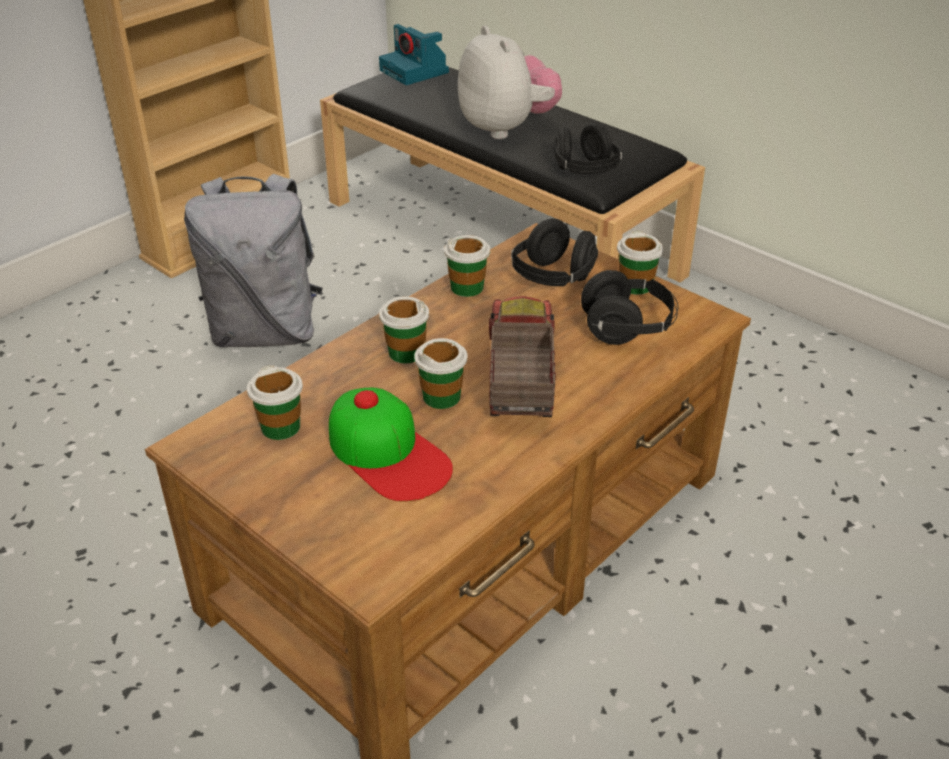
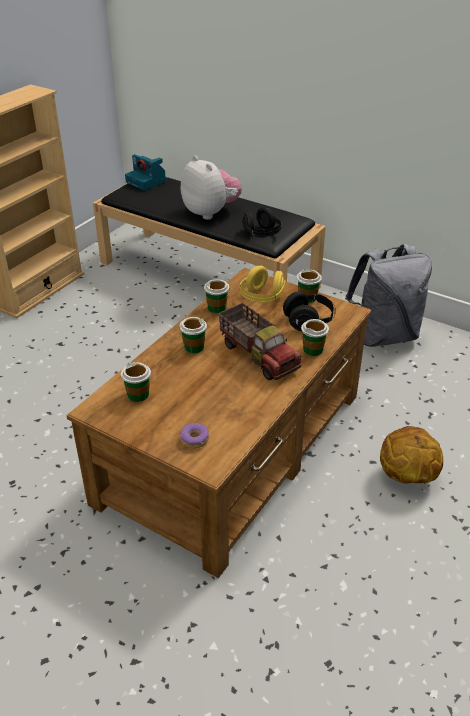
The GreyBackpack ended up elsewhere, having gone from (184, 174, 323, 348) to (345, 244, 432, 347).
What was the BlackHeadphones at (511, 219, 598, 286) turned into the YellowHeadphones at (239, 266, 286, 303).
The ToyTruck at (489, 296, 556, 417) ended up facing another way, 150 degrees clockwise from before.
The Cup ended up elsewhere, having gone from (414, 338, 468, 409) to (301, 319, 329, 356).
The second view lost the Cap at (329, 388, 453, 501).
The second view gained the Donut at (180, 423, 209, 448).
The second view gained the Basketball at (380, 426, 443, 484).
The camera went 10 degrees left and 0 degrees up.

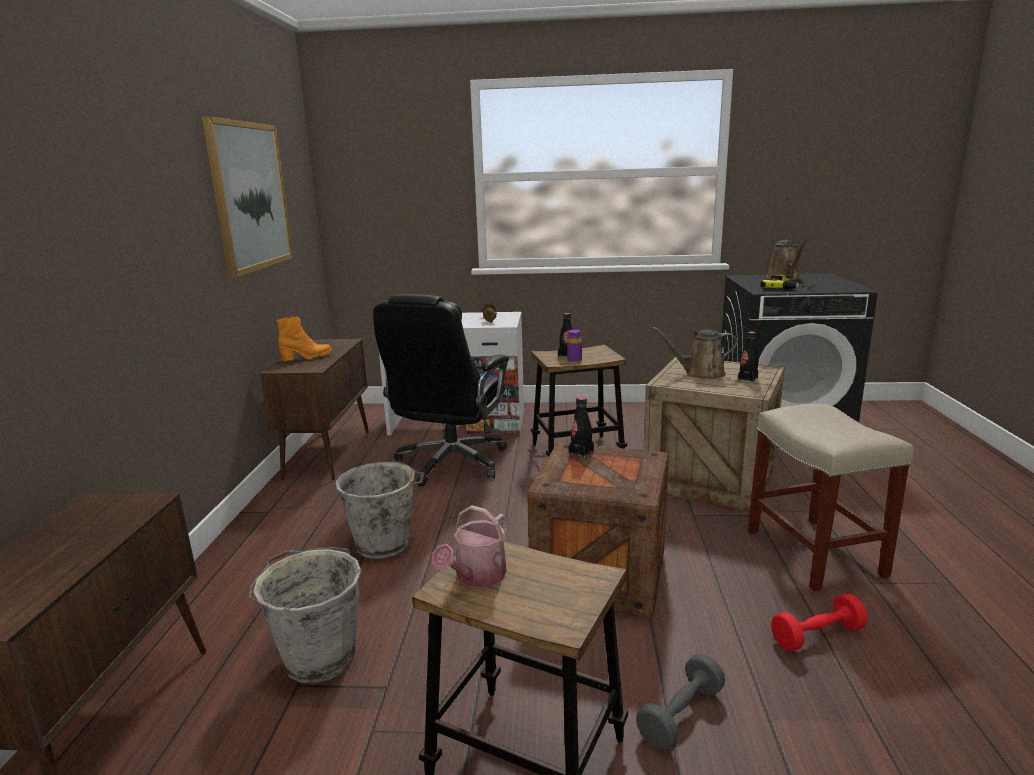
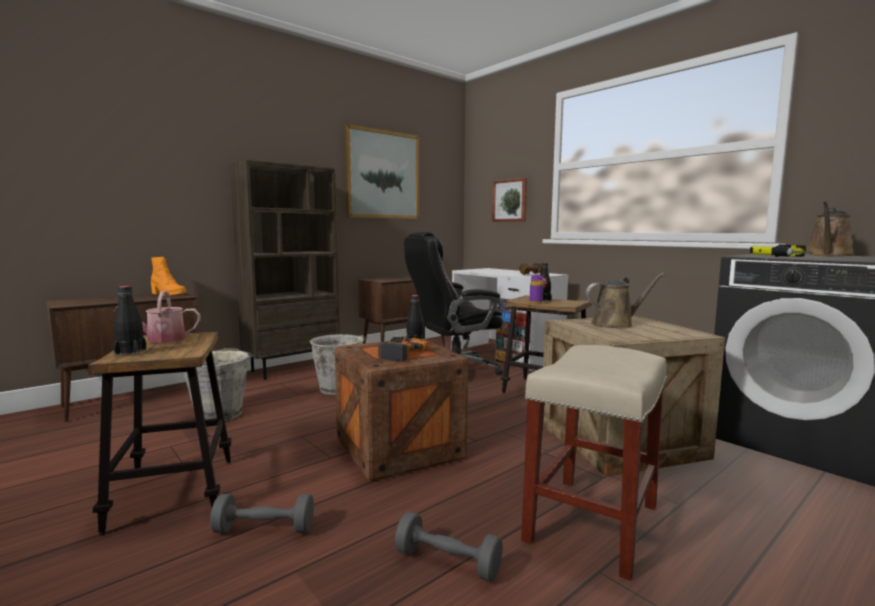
The OrangeBoot ended up elsewhere, having gone from (276, 317, 332, 361) to (151, 256, 186, 296).
The BrownWateringCan at (652, 327, 737, 379) ended up facing another way, 120 degrees clockwise from before.
The BlackBottle ended up elsewhere, having gone from (738, 331, 759, 382) to (113, 286, 146, 356).
What was the RedDumbbell at (771, 594, 867, 652) turned into the GreyDumbbell at (395, 511, 503, 582).
The second view gained the BrownBookcase at (230, 159, 340, 380).
The second view gained the Picture at (492, 178, 527, 222).
The second view gained the PowerDrill at (378, 337, 430, 361).
The camera went 45 degrees right and 10 degrees down.

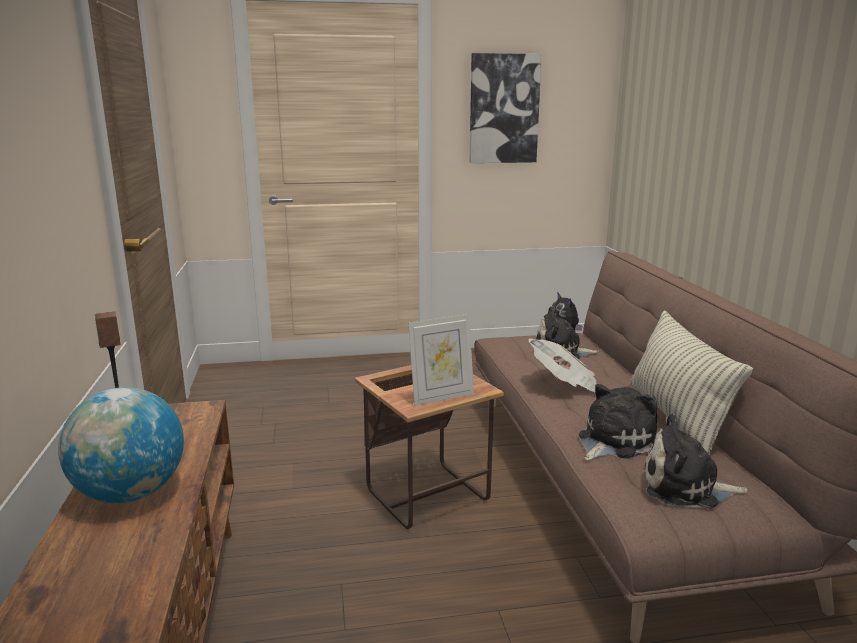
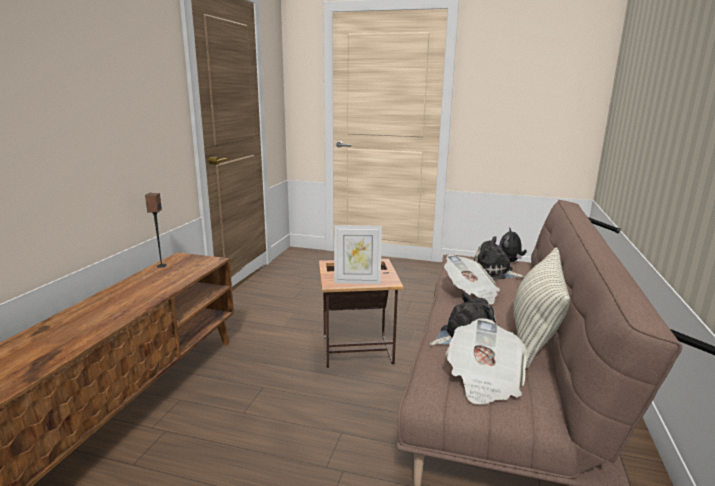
The second view lost the Picture at (469, 53, 542, 163).
The second view lost the Globe at (58, 387, 184, 503).
Where the PlushToy stood at (645, 414, 748, 508), the Newspaper came to stand at (446, 318, 527, 404).
The camera went 25 degrees right and 0 degrees up.

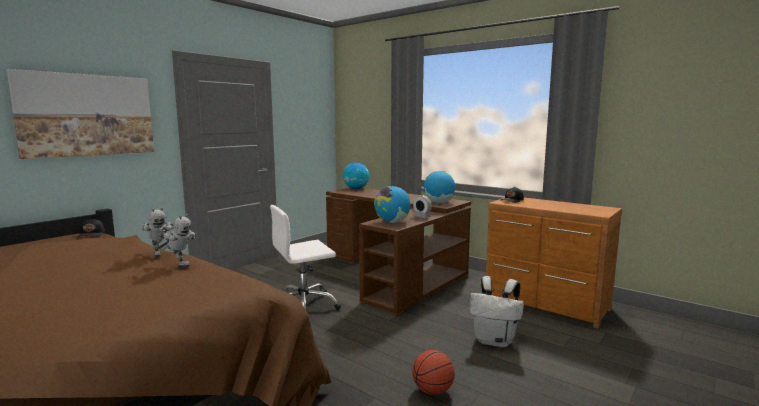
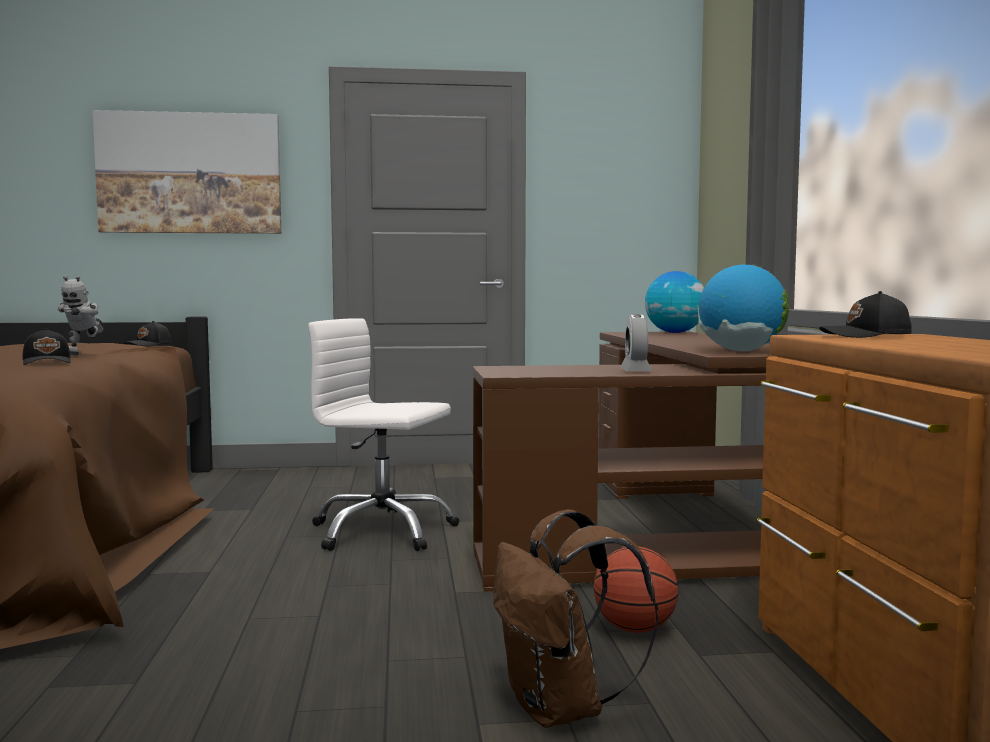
The second view lost the Globe at (374, 186, 411, 223).
Where the ToyRobot stood at (158, 214, 195, 268), the BlackCap came to stand at (22, 328, 71, 365).
What was the WhiteBackpack at (469, 276, 524, 347) turned into the BrownBackpack at (493, 509, 658, 728).
The Basketball ended up elsewhere, having gone from (412, 350, 455, 395) to (594, 546, 679, 633).
The camera went 45 degrees right and 5 degrees down.

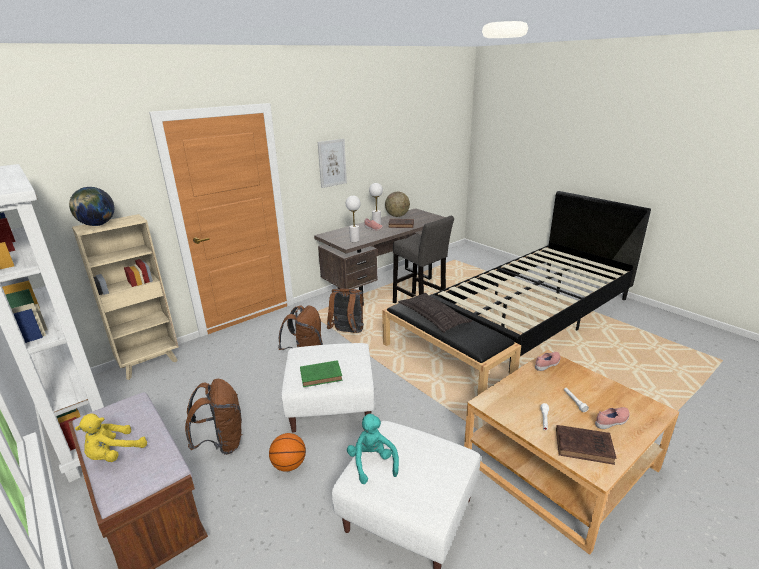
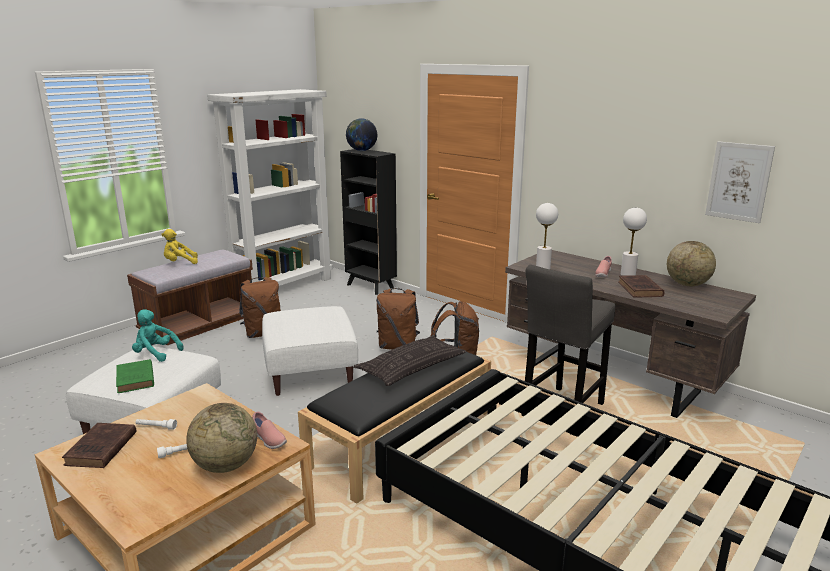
The Picture ended up elsewhere, having gone from (318, 139, 347, 188) to (705, 141, 775, 223).
What was the BeigeBookcase at (72, 214, 179, 380) turned into the BlackBookcase at (340, 149, 397, 295).
The GreenBook ended up elsewhere, having gone from (300, 360, 343, 387) to (116, 359, 154, 393).
The second view lost the PinkShoe at (595, 407, 630, 429).
The YellowPlushToy at (75, 413, 147, 462) ended up facing another way, 45 degrees counterclockwise from before.
The TurquoisePlushToy at (347, 413, 399, 484) ended up facing another way, 135 degrees counterclockwise from before.
The second view lost the Basketball at (269, 433, 306, 472).
The second view gained the Globe at (186, 403, 257, 473).
The camera went 80 degrees right and 5 degrees down.

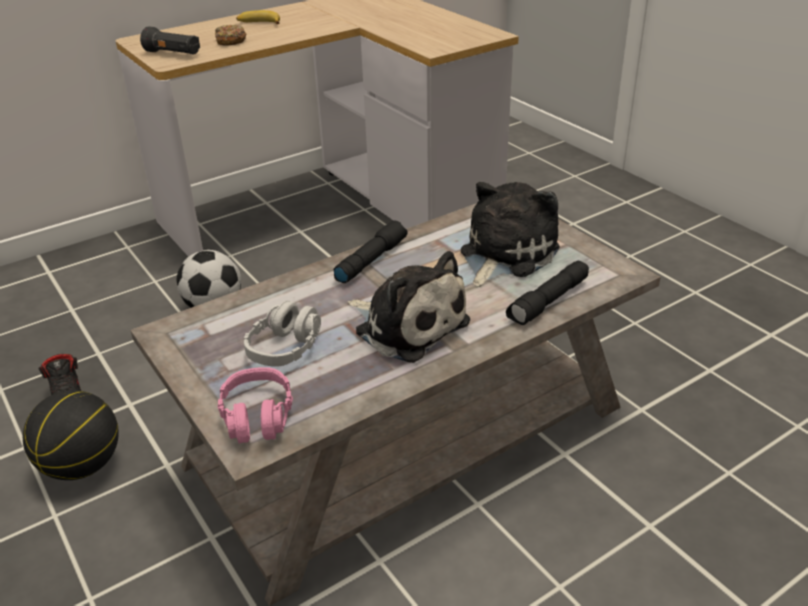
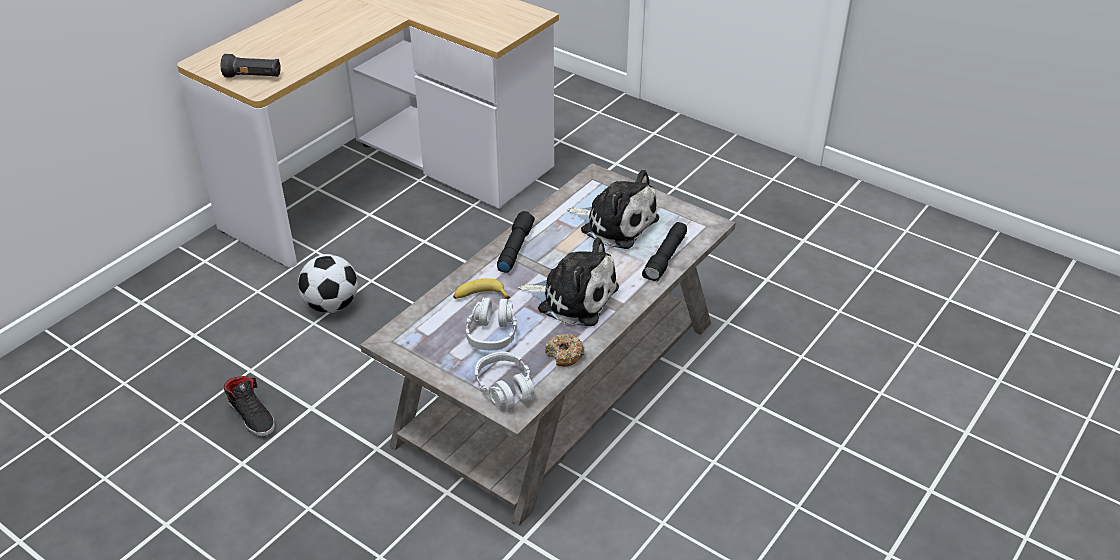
The Banana ended up elsewhere, having gone from (236, 10, 280, 24) to (453, 278, 510, 299).
The Donut ended up elsewhere, having gone from (215, 25, 247, 46) to (545, 334, 584, 367).
The PlushToy at (461, 182, 560, 287) ended up facing another way, 105 degrees clockwise from before.
What was the PinkHeadphones at (217, 367, 293, 444) turned into the GreyHeadphones at (475, 351, 534, 409).
The second view lost the Basketball at (23, 390, 119, 480).
The camera went 20 degrees left and 5 degrees up.

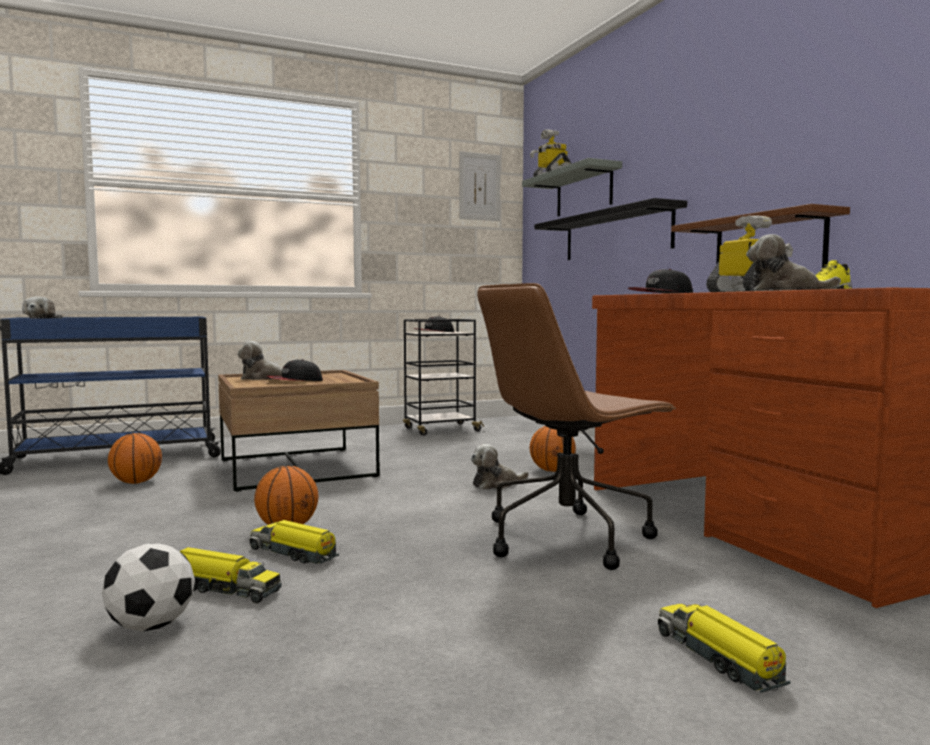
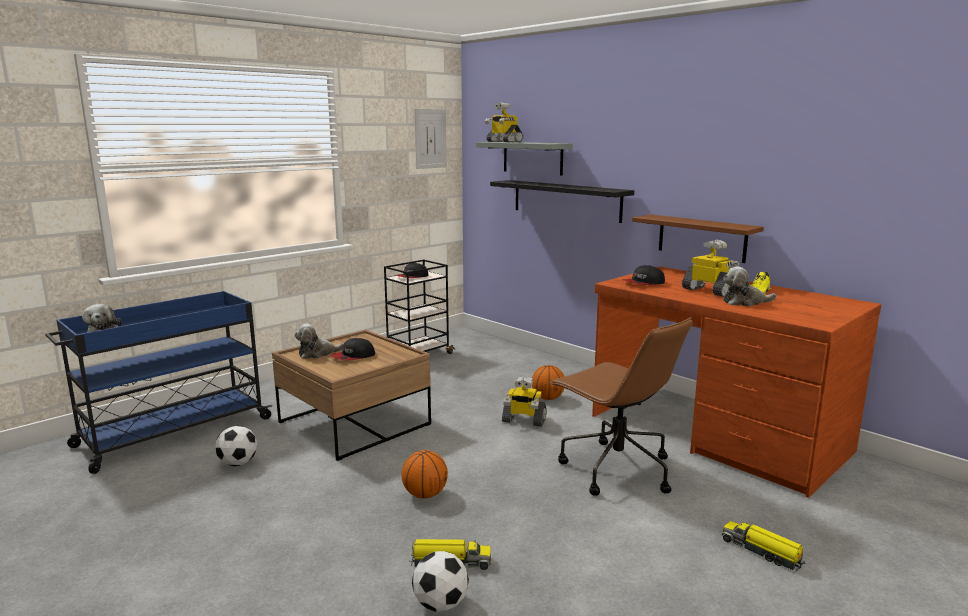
The BrownOfficeChair at (477, 283, 676, 570) ended up facing another way, 75 degrees counterclockwise from before.
Where the Basketball stood at (108, 433, 162, 484), the Football came to stand at (215, 426, 257, 466).
Where the PlushToy stood at (471, 444, 529, 490), the ToyRobot came to stand at (502, 376, 547, 427).
The second view lost the ToyTruck at (250, 520, 339, 564).
The camera went 20 degrees left and 10 degrees up.

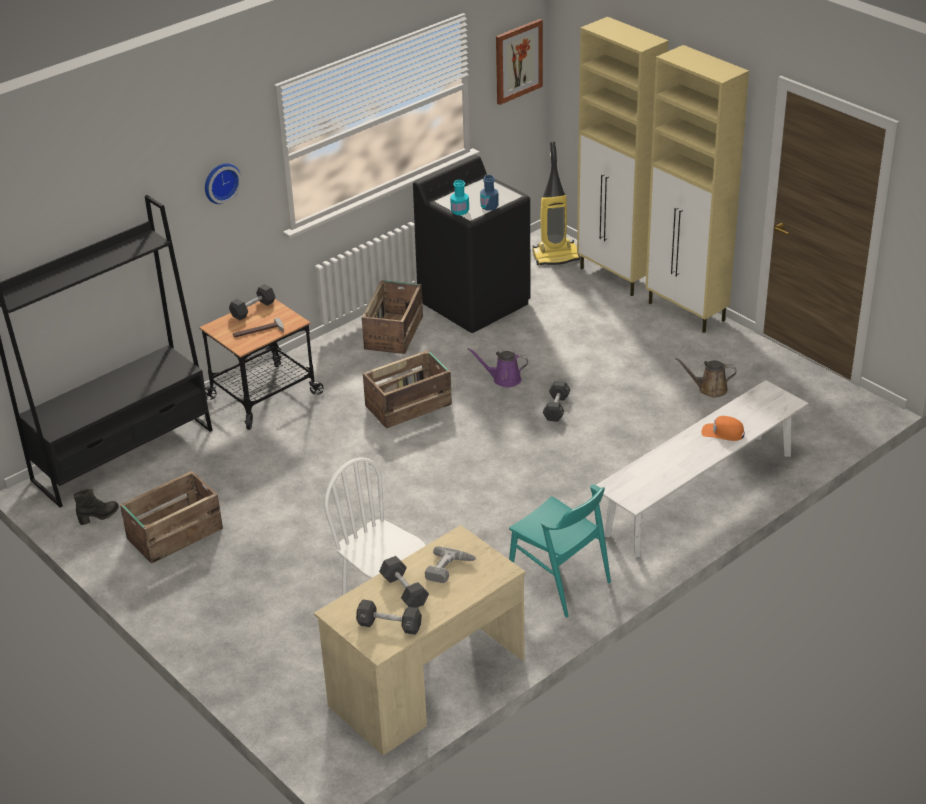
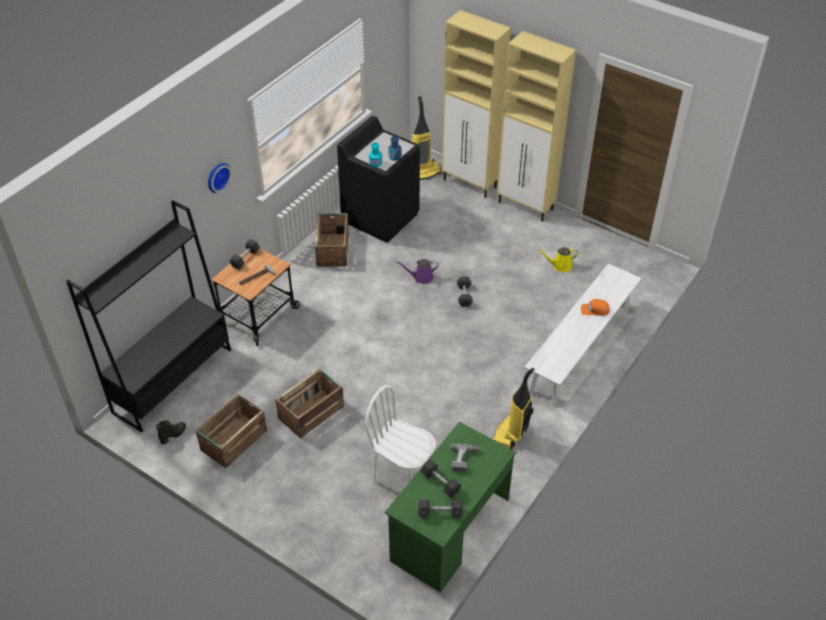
The second view lost the Picture at (496, 19, 543, 105).
The Crate ended up elsewhere, having gone from (363, 350, 452, 429) to (275, 368, 344, 439).
What was the BrownWateringCan at (675, 357, 737, 397) turned into the YellowWateringCan at (538, 247, 579, 272).
Where the TurquoiseChair stood at (509, 484, 611, 617), the VacuumCleaner came to stand at (493, 368, 535, 450).
What was the BeigeDesk at (314, 525, 525, 756) turned into the GreenDesk at (385, 422, 516, 592).
The camera went 15 degrees left and 10 degrees up.

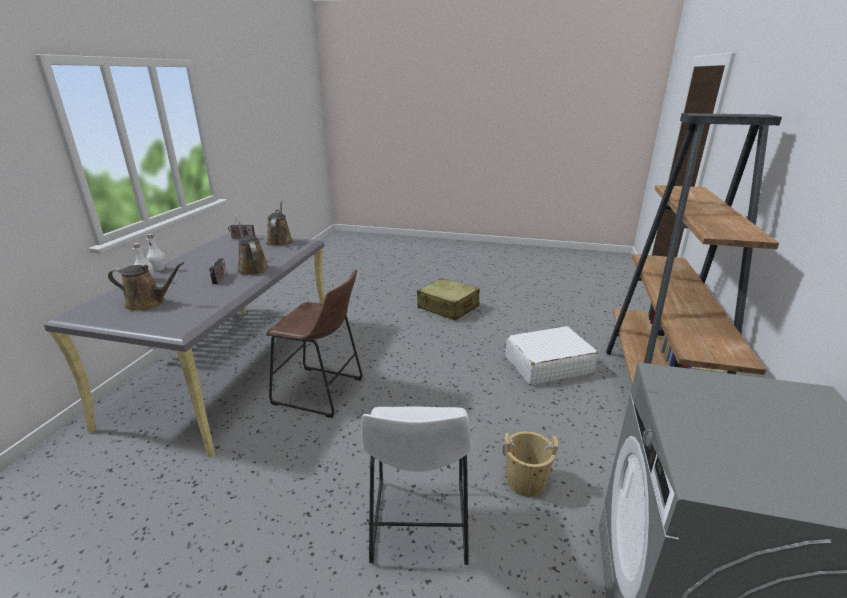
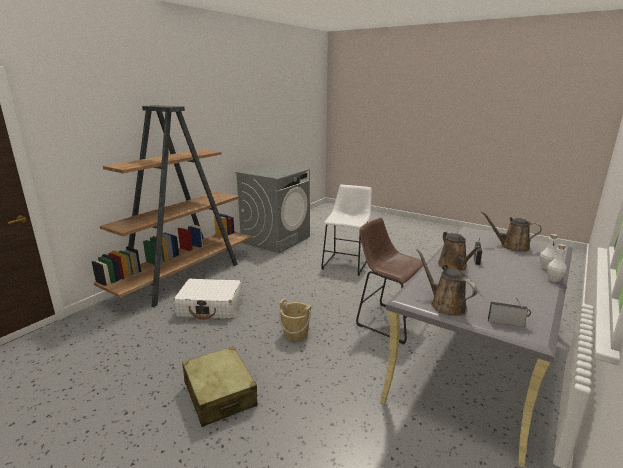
The BrownWateringCan at (266, 200, 293, 246) ended up facing another way, 135 degrees clockwise from before.
The BeigeBucket ended up elsewhere, having gone from (502, 431, 559, 497) to (280, 298, 311, 341).
The camera went 160 degrees left and 5 degrees down.

